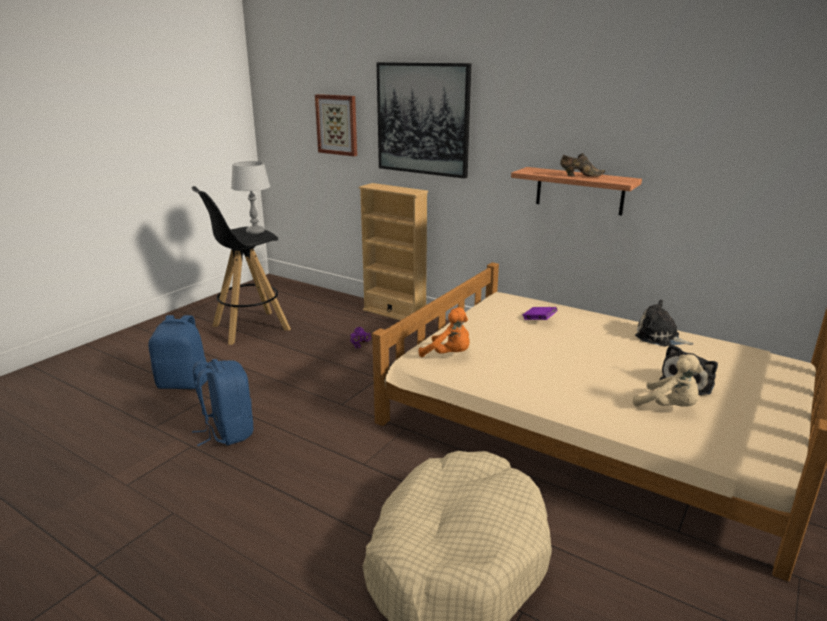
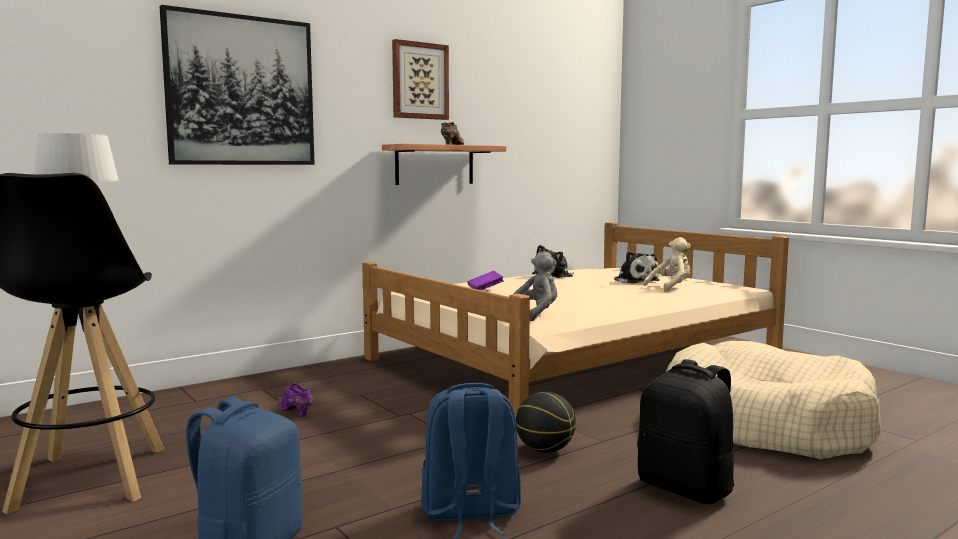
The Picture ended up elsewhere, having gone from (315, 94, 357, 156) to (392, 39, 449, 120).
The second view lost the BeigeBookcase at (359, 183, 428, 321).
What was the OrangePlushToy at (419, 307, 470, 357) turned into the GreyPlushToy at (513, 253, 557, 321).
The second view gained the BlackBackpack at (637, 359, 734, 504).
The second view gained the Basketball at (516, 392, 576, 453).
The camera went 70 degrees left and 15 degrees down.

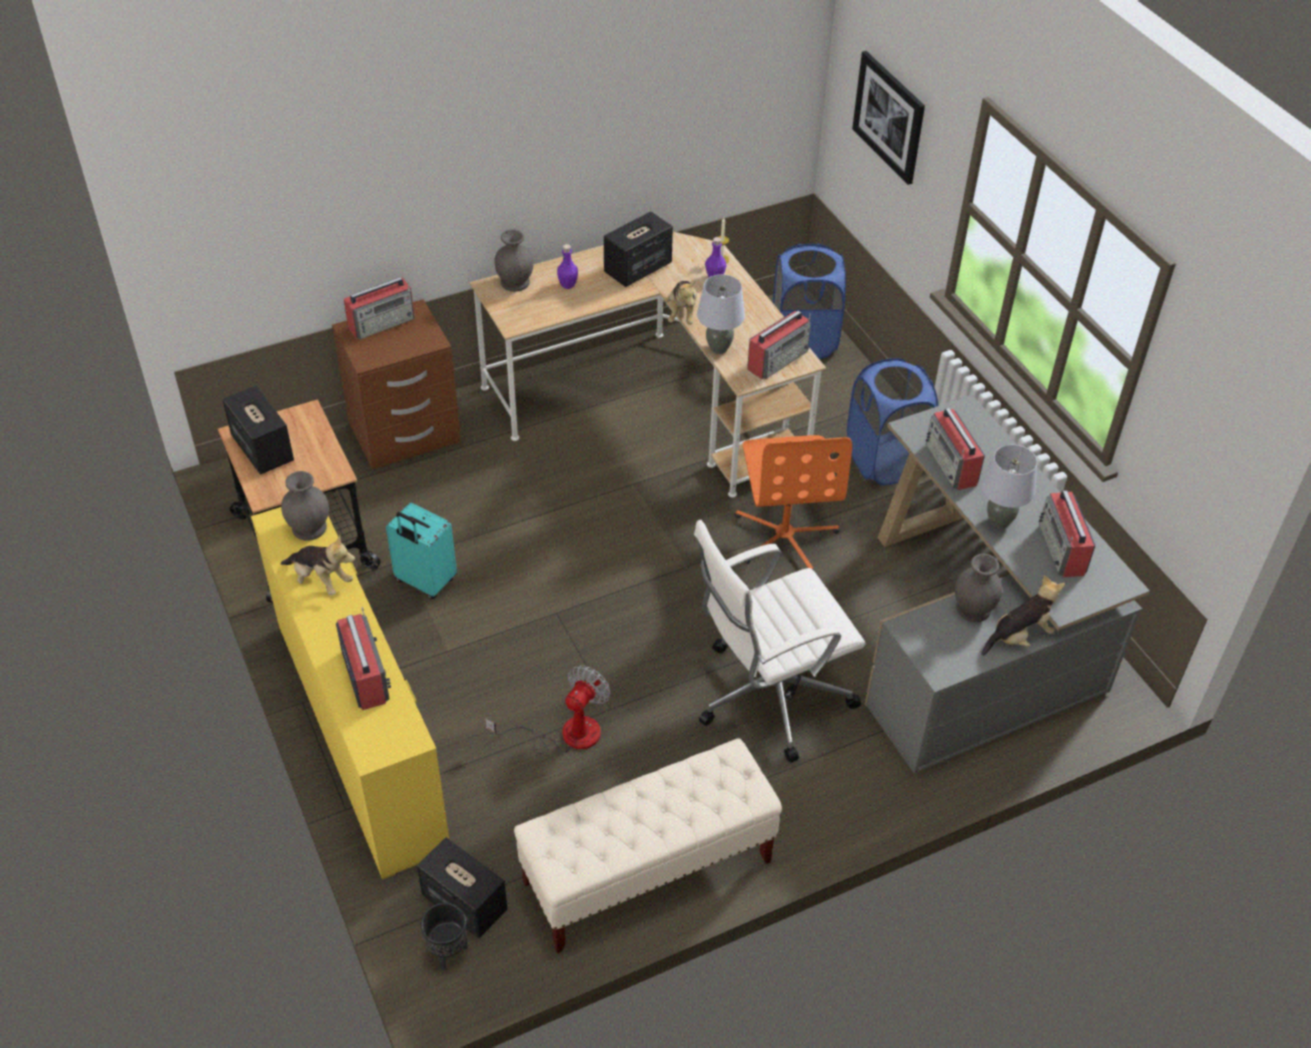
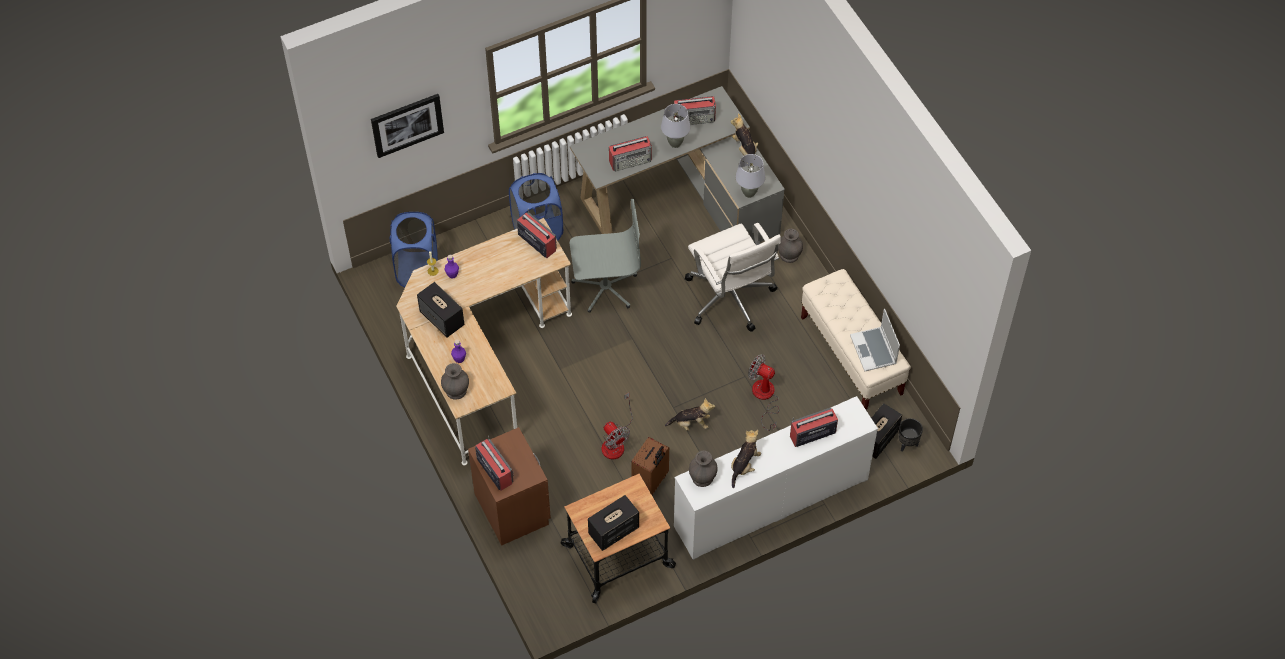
The GreyTableLamp ended up elsewhere, having gone from (697, 274, 745, 354) to (736, 154, 765, 198).
The PlushToy ended up elsewhere, having gone from (664, 281, 697, 325) to (665, 398, 715, 431).
What was the OrangeOfficeChair at (735, 435, 852, 569) turned into the GreyOfficeChair at (570, 199, 641, 313).
What was the TurquoiseSuitcase at (386, 503, 457, 599) turned into the BrownSuitcase at (631, 437, 669, 496).
What was the YellowDresser at (251, 507, 450, 880) turned into the WhiteDresser at (674, 396, 878, 560).
The GreyVase ended up elsewhere, having gone from (955, 554, 1003, 622) to (778, 229, 803, 263).
The second view gained the Laptop at (850, 309, 900, 371).
The second view gained the Fan at (602, 393, 633, 459).
The camera went 90 degrees left and 10 degrees up.

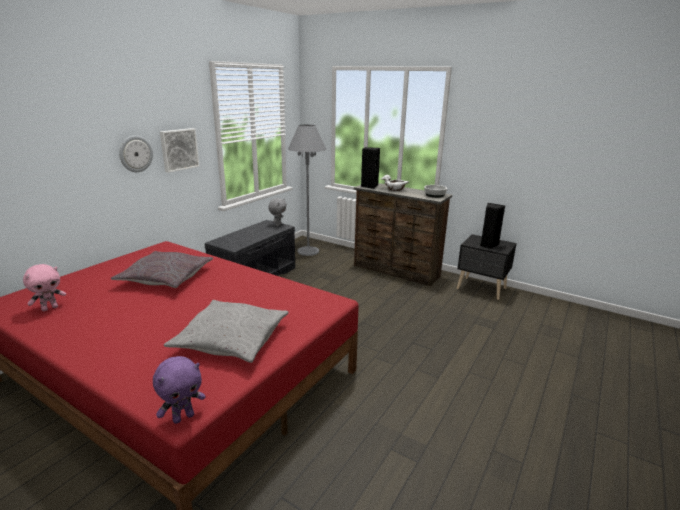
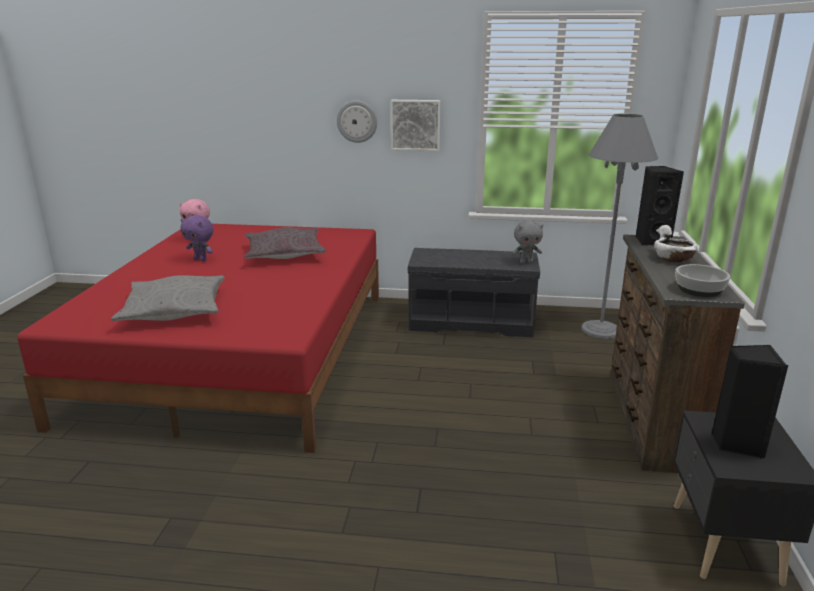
The PurplePlushToy ended up elsewhere, having gone from (153, 356, 206, 424) to (180, 215, 214, 261).
The camera went 65 degrees right and 0 degrees up.

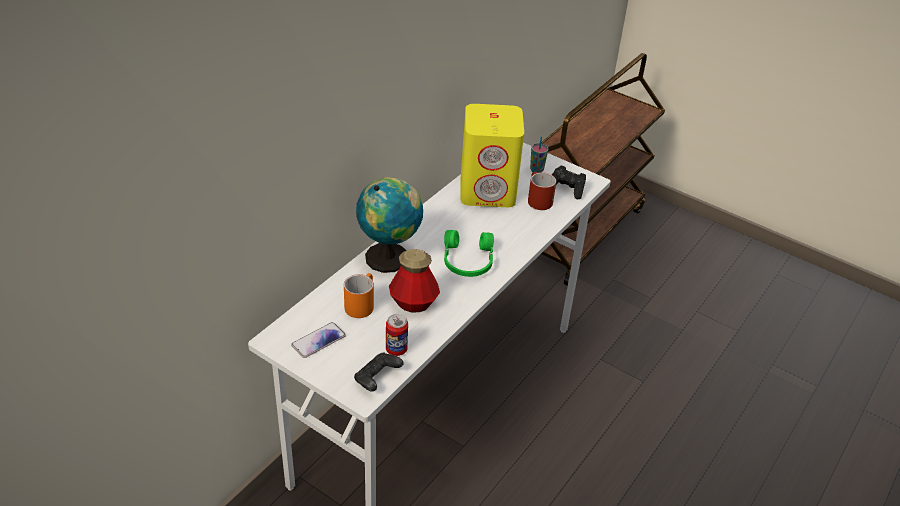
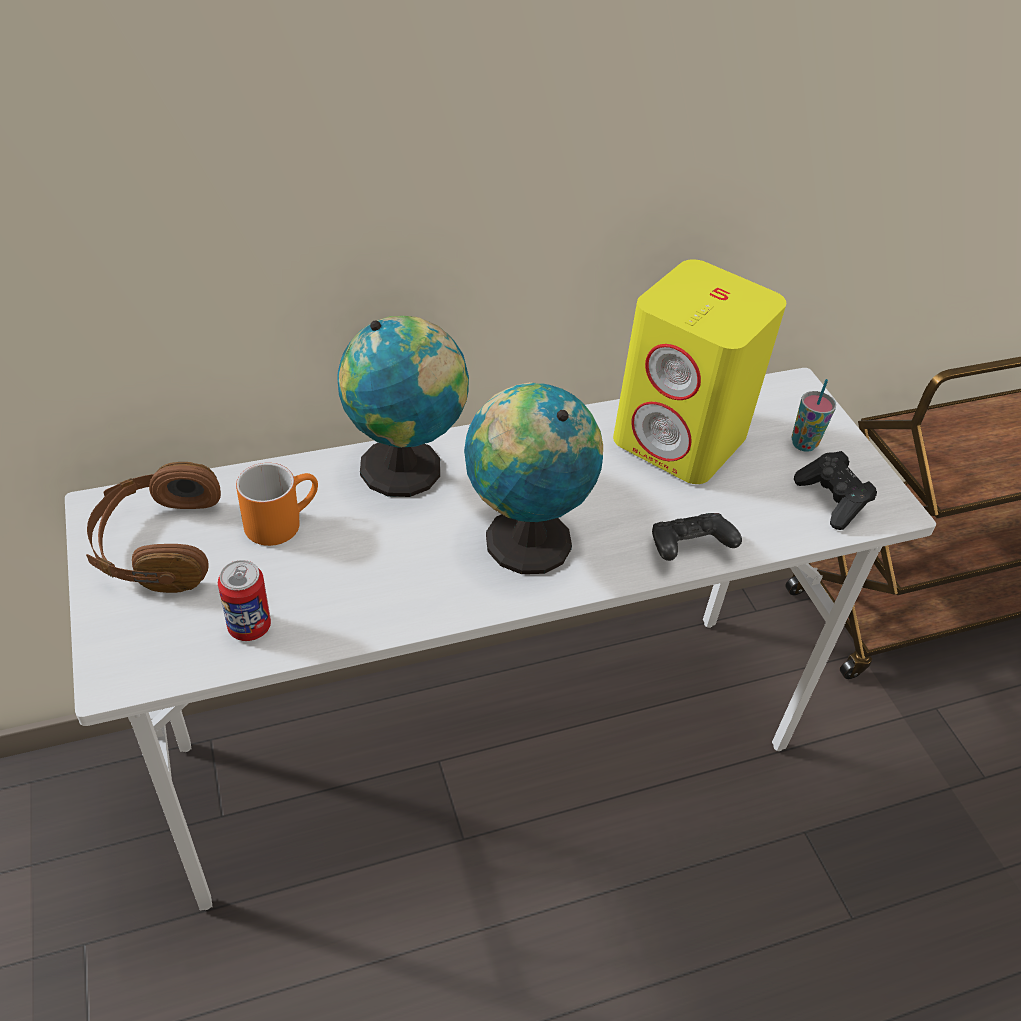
The second view lost the RedMug at (528, 172, 556, 210).
Where the GreenHeadphones stood at (444, 230, 494, 277), the Globe came to stand at (464, 382, 603, 574).
The second view lost the Bottle at (389, 249, 440, 313).
Where the Phone stood at (291, 322, 346, 358), the BrownHeadphones came to stand at (86, 462, 221, 593).
The BlackGameController ended up elsewhere, having gone from (354, 352, 403, 392) to (652, 513, 742, 561).
The camera went 35 degrees right and 5 degrees up.

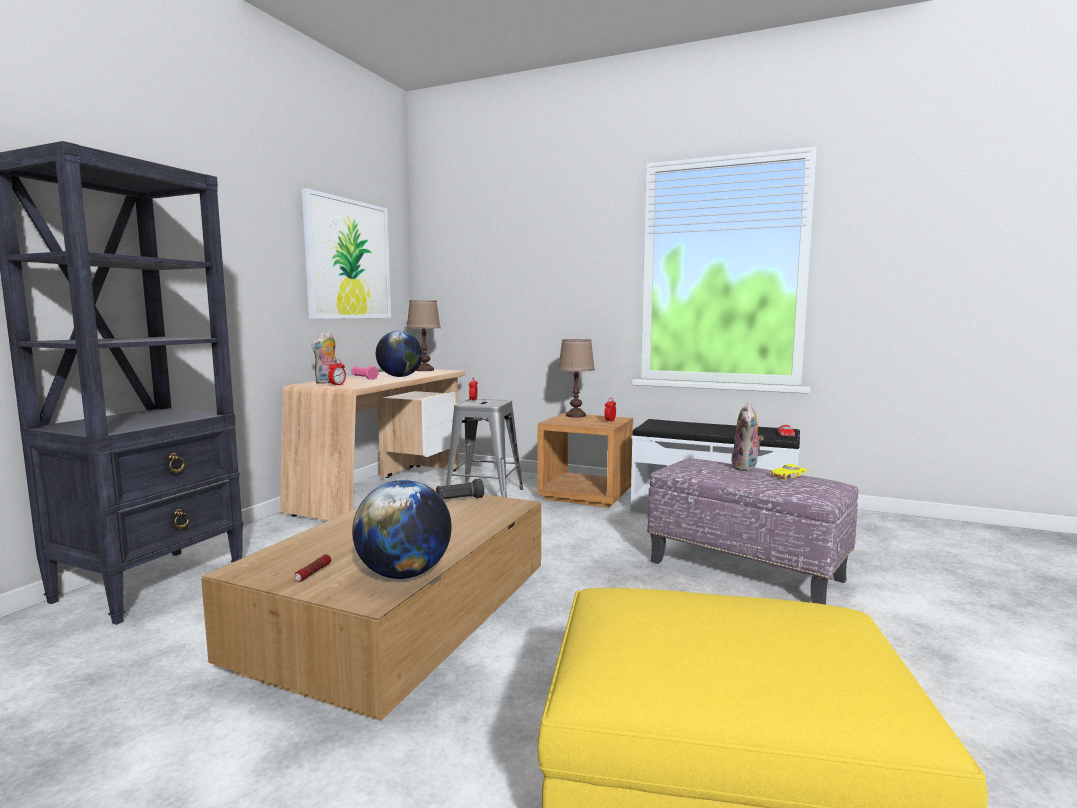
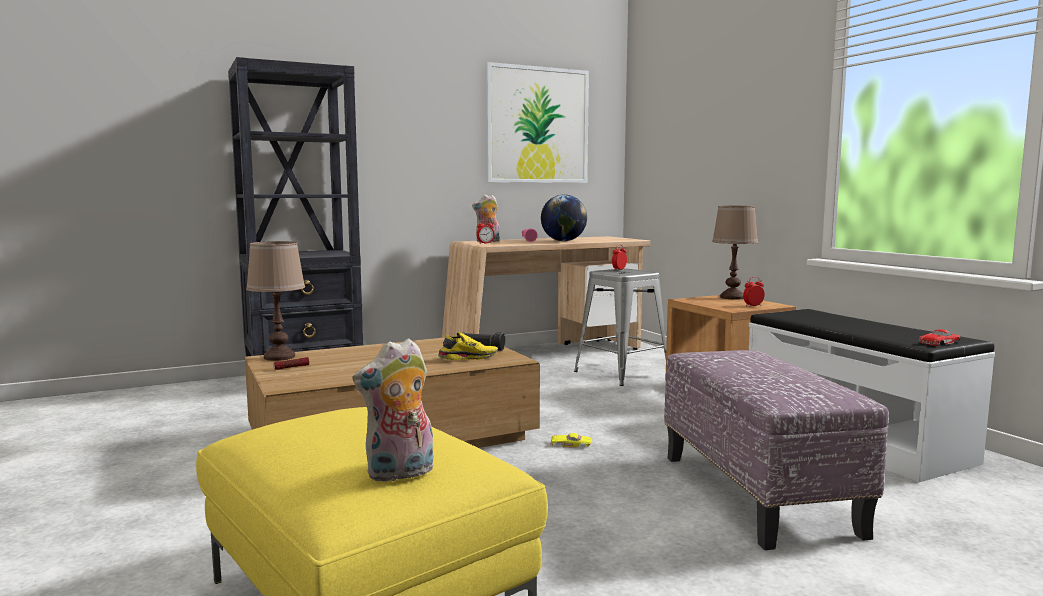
The BrownTableLamp ended up elsewhere, having gone from (407, 300, 441, 371) to (246, 241, 305, 361).
The PlushToy ended up elsewhere, having gone from (731, 403, 764, 471) to (353, 338, 434, 482).
The YellowToyCar ended up elsewhere, having gone from (771, 464, 807, 479) to (550, 433, 592, 448).
The second view lost the Globe at (352, 480, 452, 579).
The second view gained the YellowShoe at (437, 332, 498, 360).
The camera went 40 degrees right and 0 degrees up.

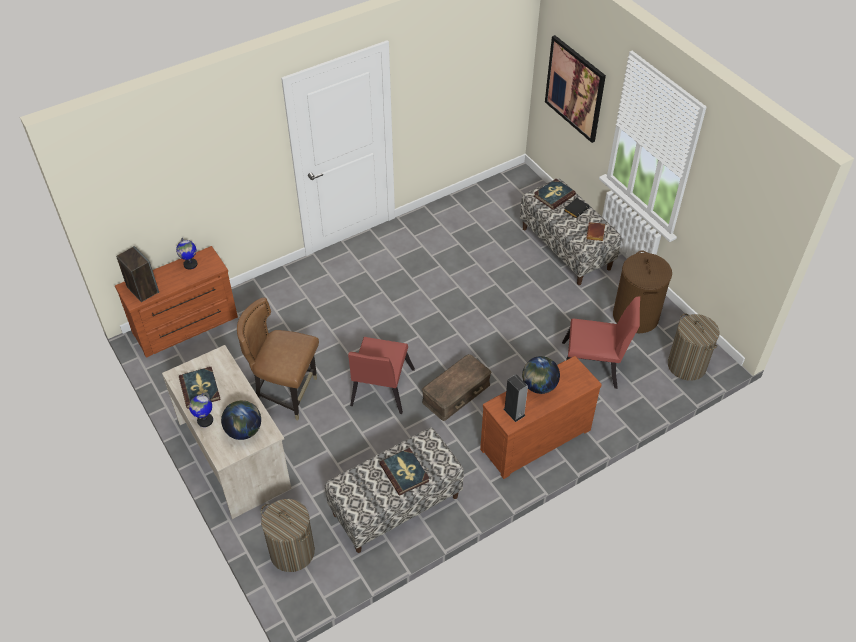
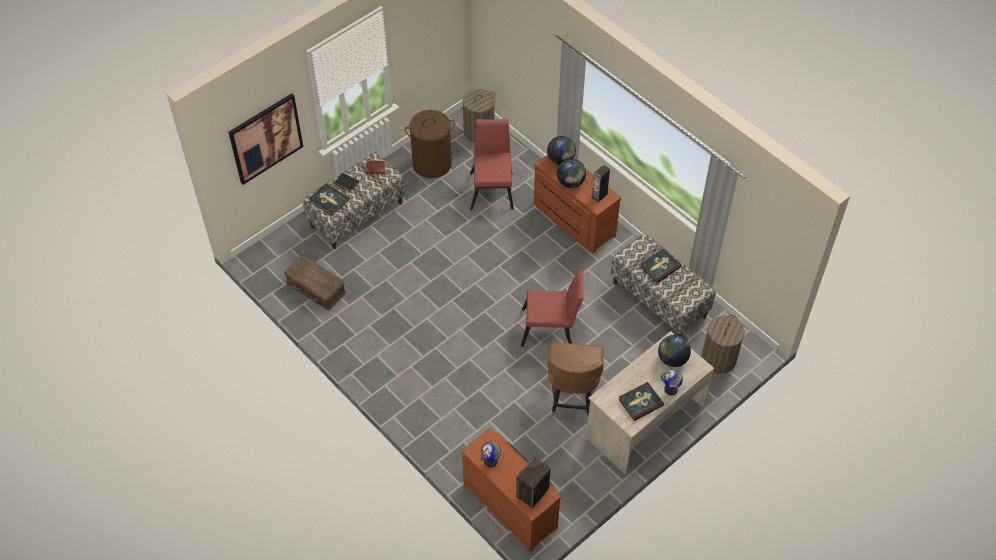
The BrownStorageBox ended up elsewhere, having gone from (422, 354, 491, 421) to (284, 255, 346, 310).
The second view gained the Globe at (547, 136, 576, 165).
The camera went 100 degrees left and 5 degrees up.

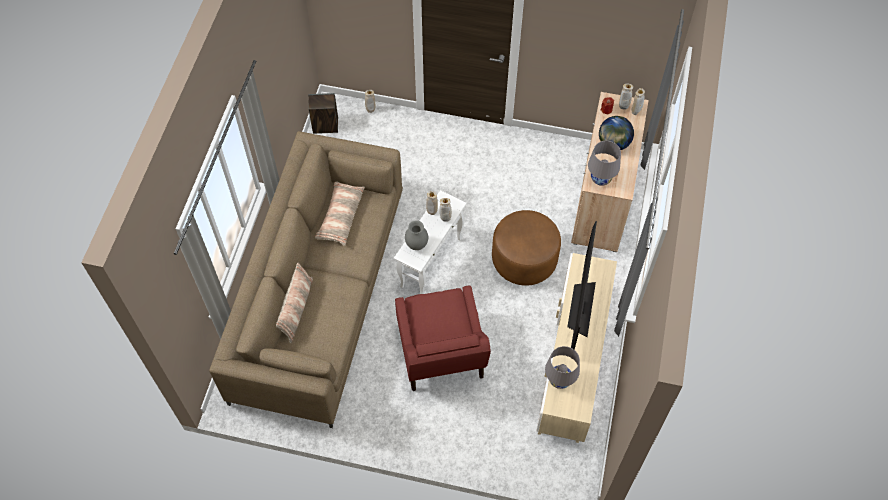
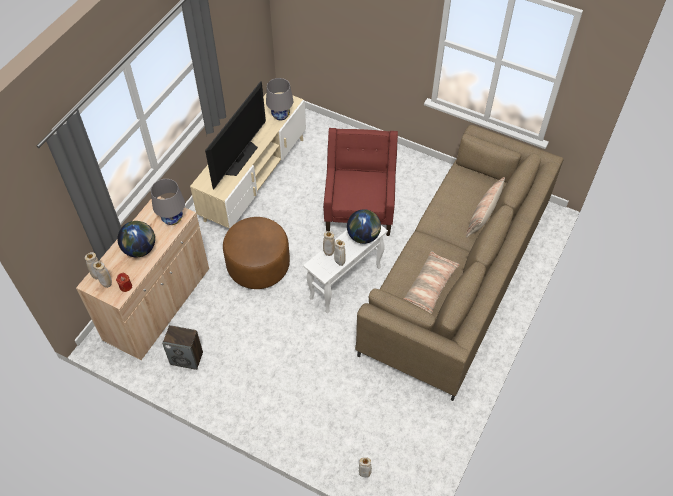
The Speaker ended up elsewhere, having gone from (308, 93, 338, 134) to (162, 325, 203, 370).
Where the GreyVase stood at (405, 220, 428, 250), the Globe came to stand at (347, 209, 381, 244).
The camera went 165 degrees left and 5 degrees down.

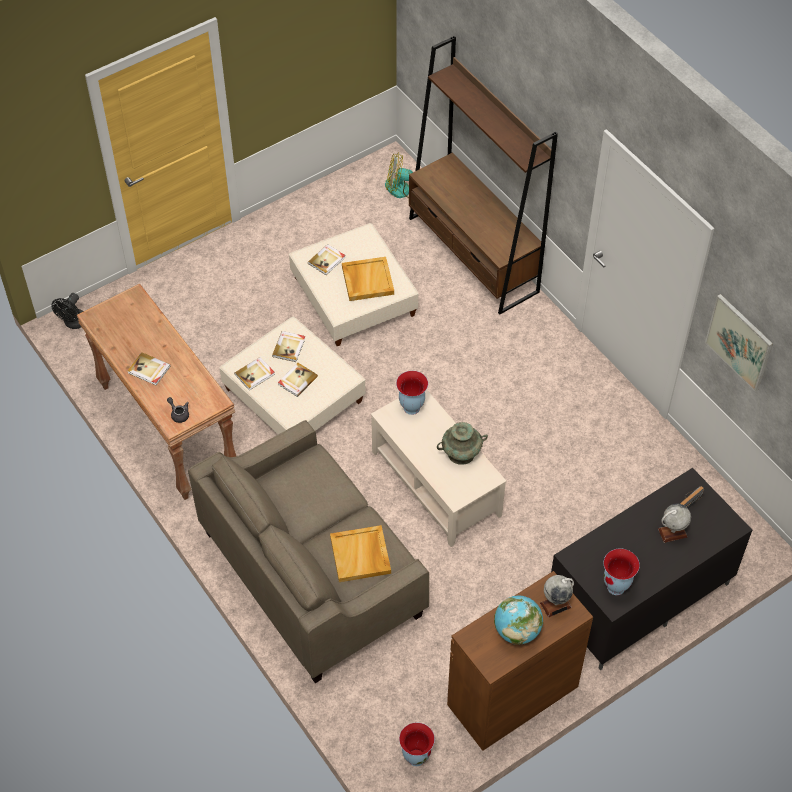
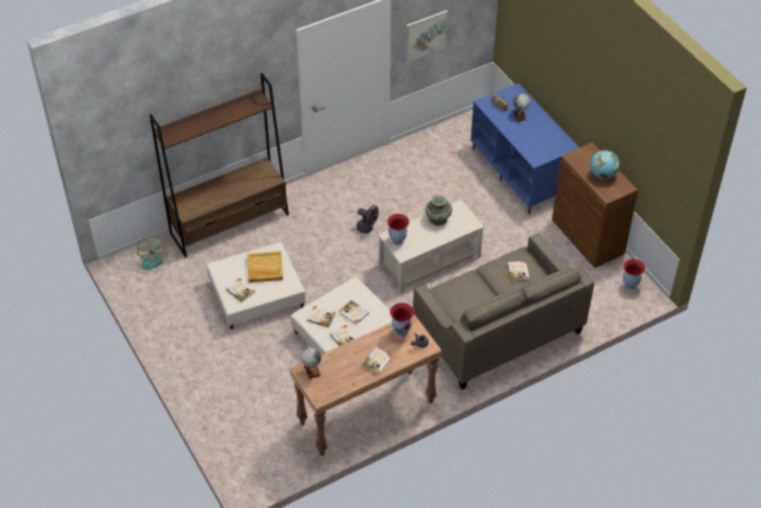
The BlackFan ended up elsewhere, having gone from (51, 293, 83, 329) to (357, 205, 379, 233).
What was the BlackTvStand at (551, 468, 752, 670) turned into the BlueTvStand at (471, 83, 580, 214).
Where the BeigeTray stood at (330, 525, 391, 582), the Book came to stand at (507, 261, 530, 282).
The Vase ended up elsewhere, having gone from (604, 549, 640, 595) to (390, 303, 414, 337).
The Globe ended up elsewhere, having gone from (540, 575, 574, 618) to (302, 346, 321, 379).
The camera went 85 degrees left and 5 degrees down.

